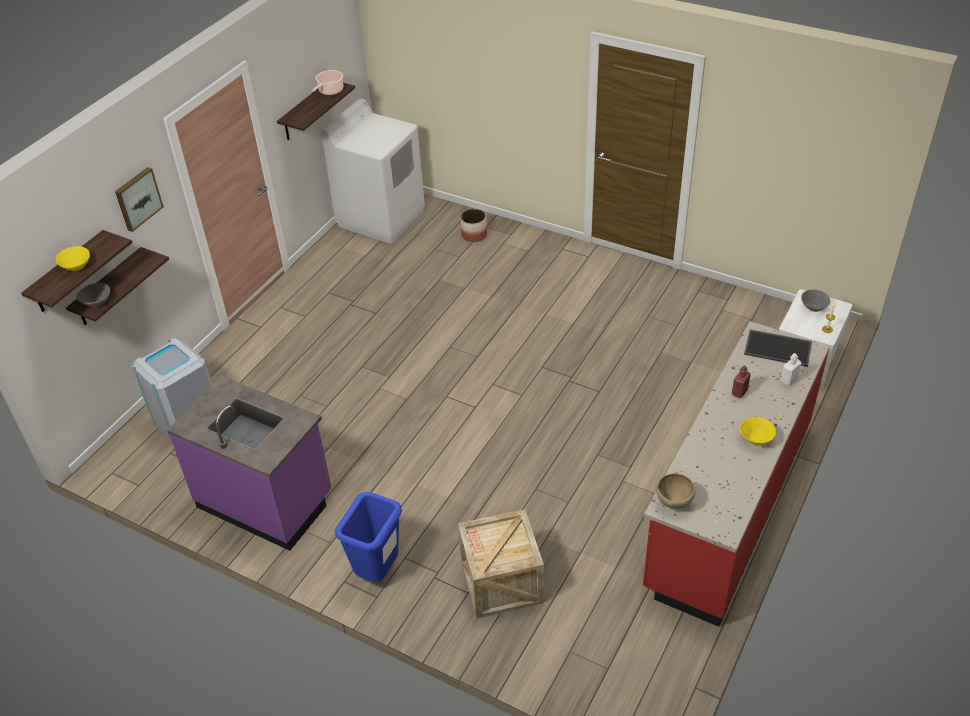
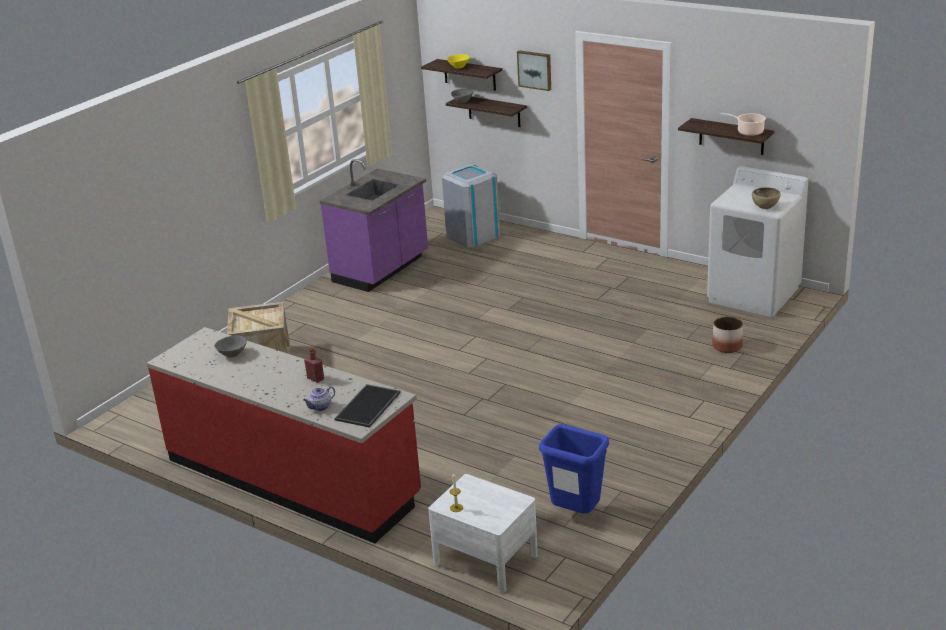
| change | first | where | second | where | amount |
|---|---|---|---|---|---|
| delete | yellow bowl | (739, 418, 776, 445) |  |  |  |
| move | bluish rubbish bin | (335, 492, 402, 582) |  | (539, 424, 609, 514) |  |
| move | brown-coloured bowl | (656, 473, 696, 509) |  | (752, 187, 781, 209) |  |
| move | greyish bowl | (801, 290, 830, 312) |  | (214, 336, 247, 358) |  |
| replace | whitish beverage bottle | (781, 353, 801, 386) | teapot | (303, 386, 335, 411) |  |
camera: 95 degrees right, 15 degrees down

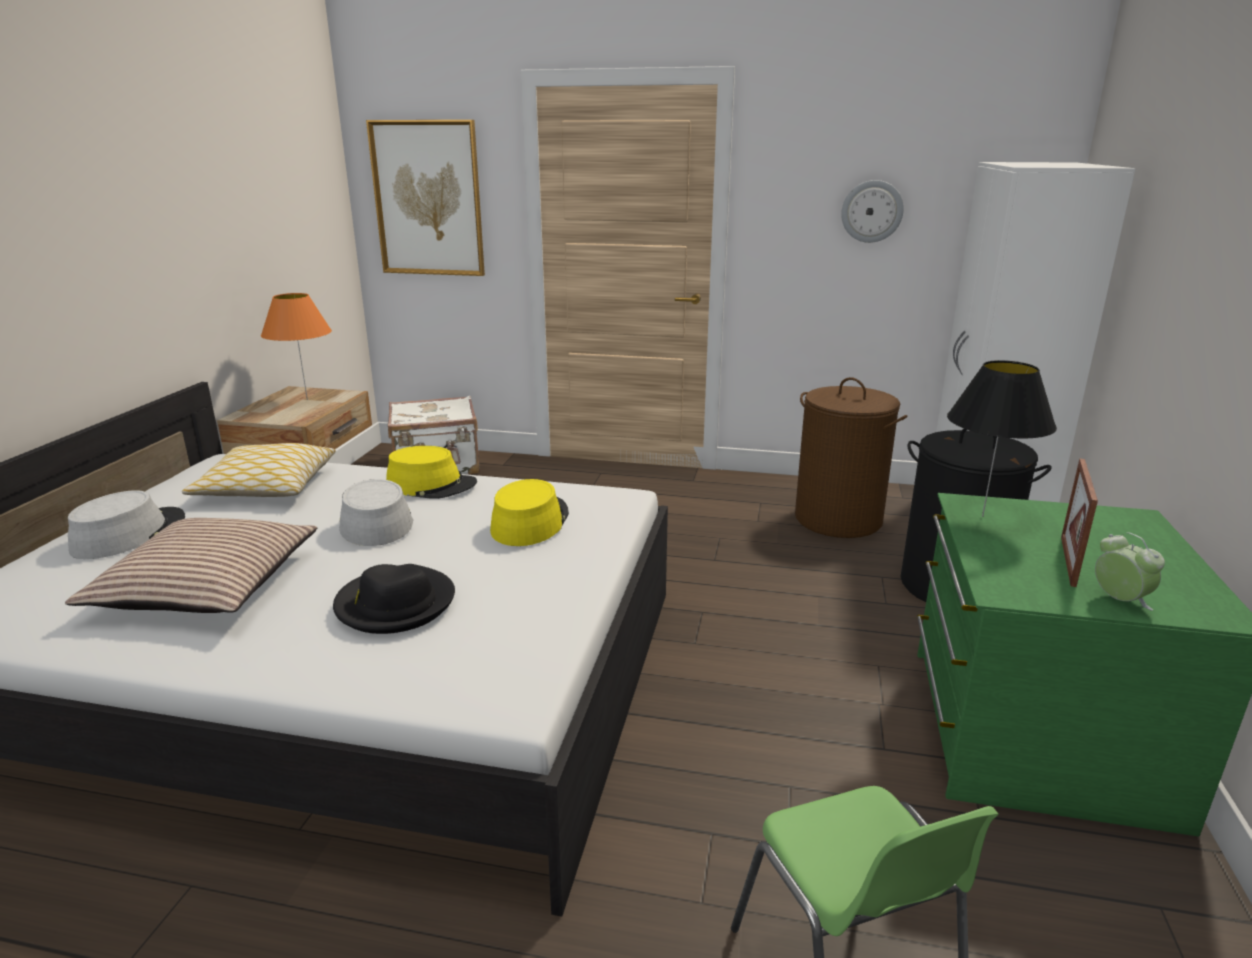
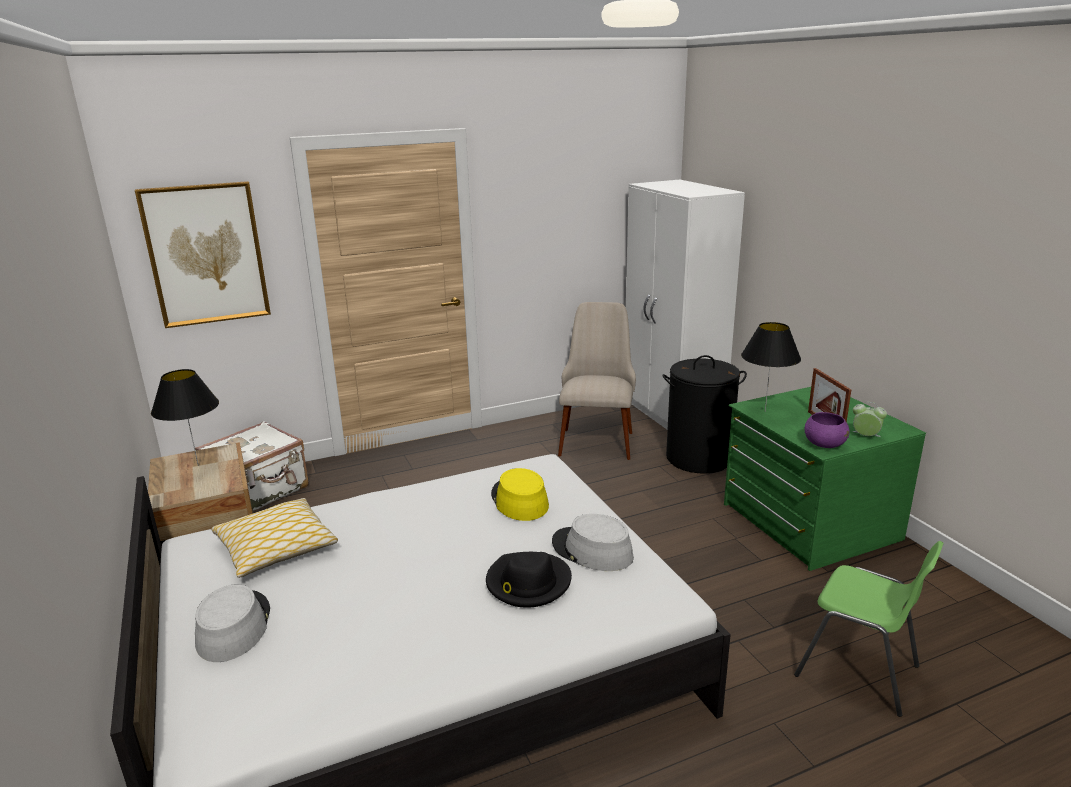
| change | first | where | second | where | amount |
|---|---|---|---|---|---|
| delete | cushion | (65, 518, 317, 613) |  |  |  |
| delete | yellow clothing hat | (386, 446, 477, 499) |  |  |  |
| delete | hanging clock | (841, 180, 904, 243) |  |  |  |
| insert |  |  | purplish bowl | (805, 412, 850, 448) |  |
| move | greyish clothing hat | (339, 479, 413, 546) |  | (552, 514, 634, 571) |  |
| replace | brown-coloured laundry basket | (795, 377, 907, 538) | beige-coloured plain chair | (558, 302, 636, 460) |  |
| recolor | orange-coloured tabletop lamp | (261, 293, 332, 400) | blackish tabletop lamp | (151, 369, 219, 466) |  |
camera: 35 degrees left, 0 degrees up

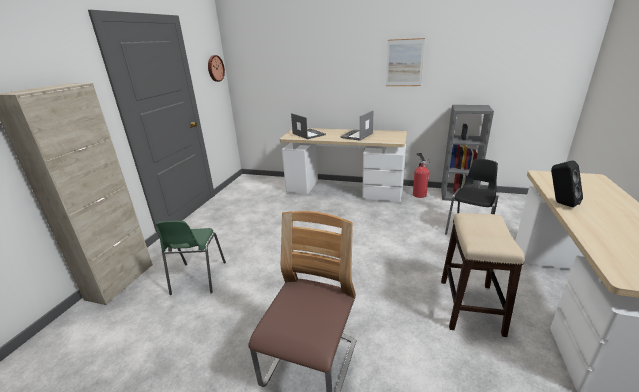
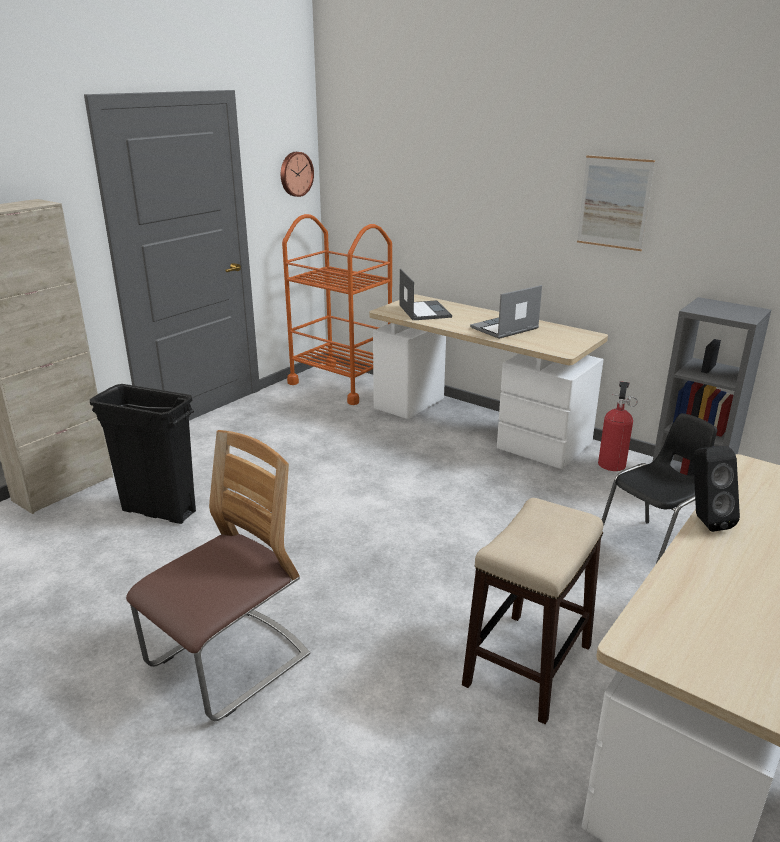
| change | first | where | second | where | amount |
|---|---|---|---|---|---|
| insert |  |  | orange-coloured wheeled cart | (282, 214, 392, 405) |  |
| replace | green plain chair | (156, 221, 226, 295) | blackish rubbish bin | (90, 384, 196, 524) |  |
camera: 20 degrees right, 0 degrees up

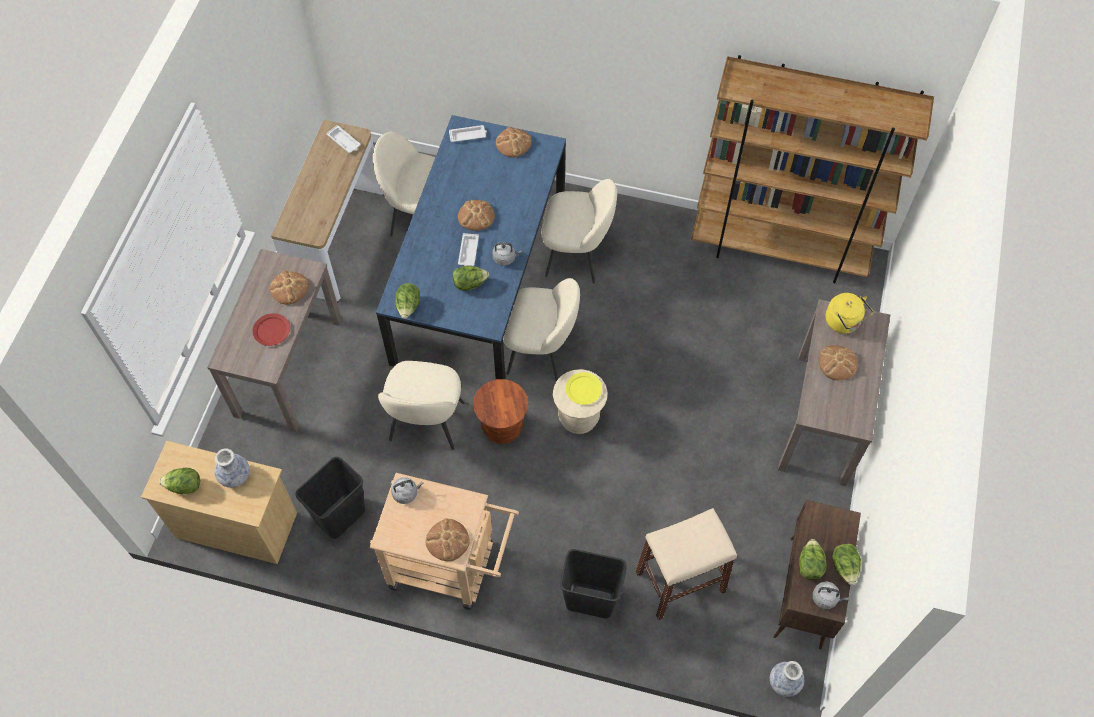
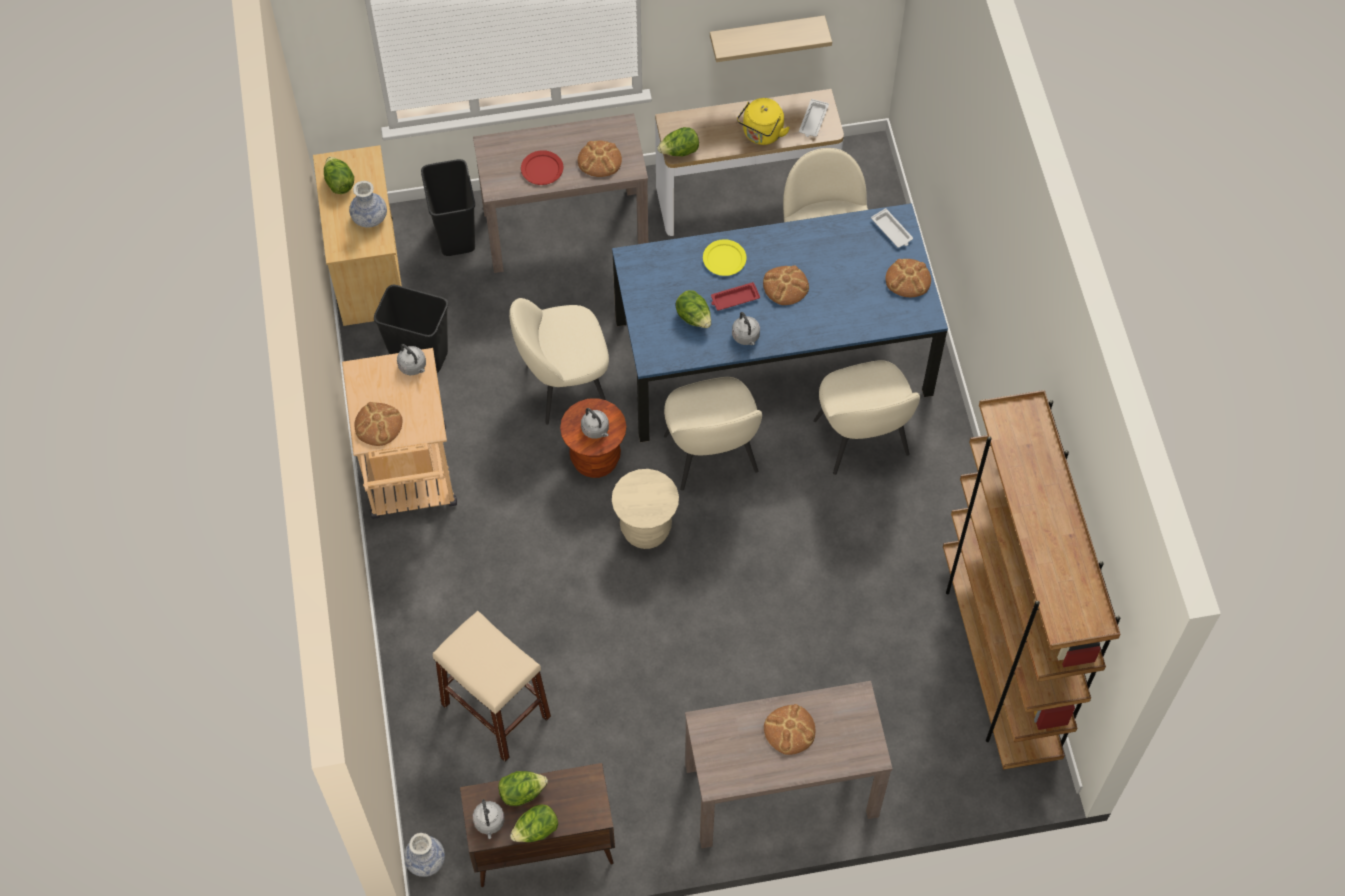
| change | first | where | second | where | amount |
|---|---|---|---|---|---|
| insert |  |  | greyish water kettle | (581, 408, 609, 439) |  |
| insert |  |  | shelf | (710, 15, 832, 62) |  |
| move | lettuce | (395, 283, 420, 319) |  | (657, 127, 699, 156) |  |
| move | blackish rubbish bin | (560, 549, 627, 618) |  | (421, 159, 475, 256) |  |
| move | yellow plate | (566, 372, 602, 405) |  | (703, 239, 747, 276) |  |
| move | yellow water kettle | (826, 293, 873, 334) |  | (737, 98, 790, 145) |  |
| recolor | whitish carrying tray | (458, 233, 479, 266) | red carrying tray | (711, 282, 760, 310) |  |
camera: 65 degrees right, 0 degrees up

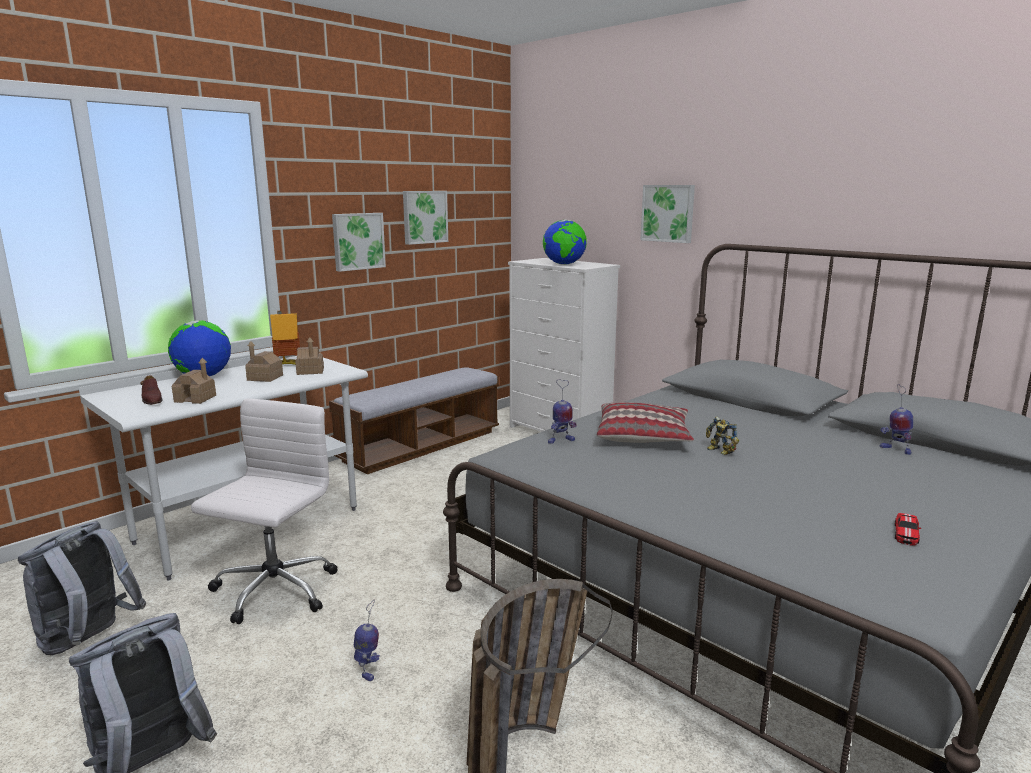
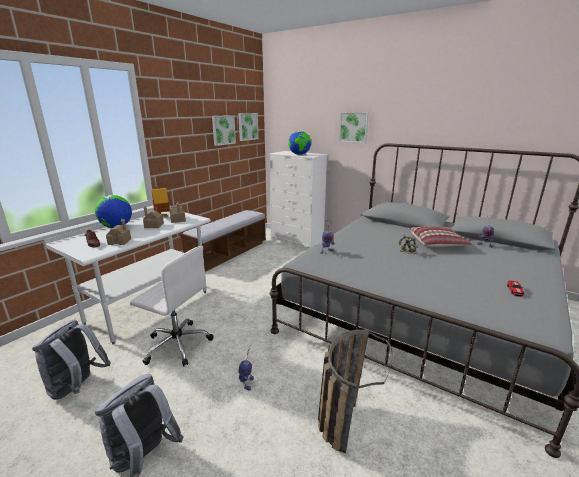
| change | first | where | second | where | amount |
|---|---|---|---|---|---|
| move | picture | (332, 213, 386, 272) |  | (238, 113, 259, 141) |  |
| move | cushion | (597, 402, 694, 443) |  | (409, 226, 472, 247) |  |
| rotate | whitish desk chair | (191, 399, 338, 624) |  | (130, 246, 213, 366) | 105 degrees clockwise |
camera: 10 degrees left, 5 degrees up

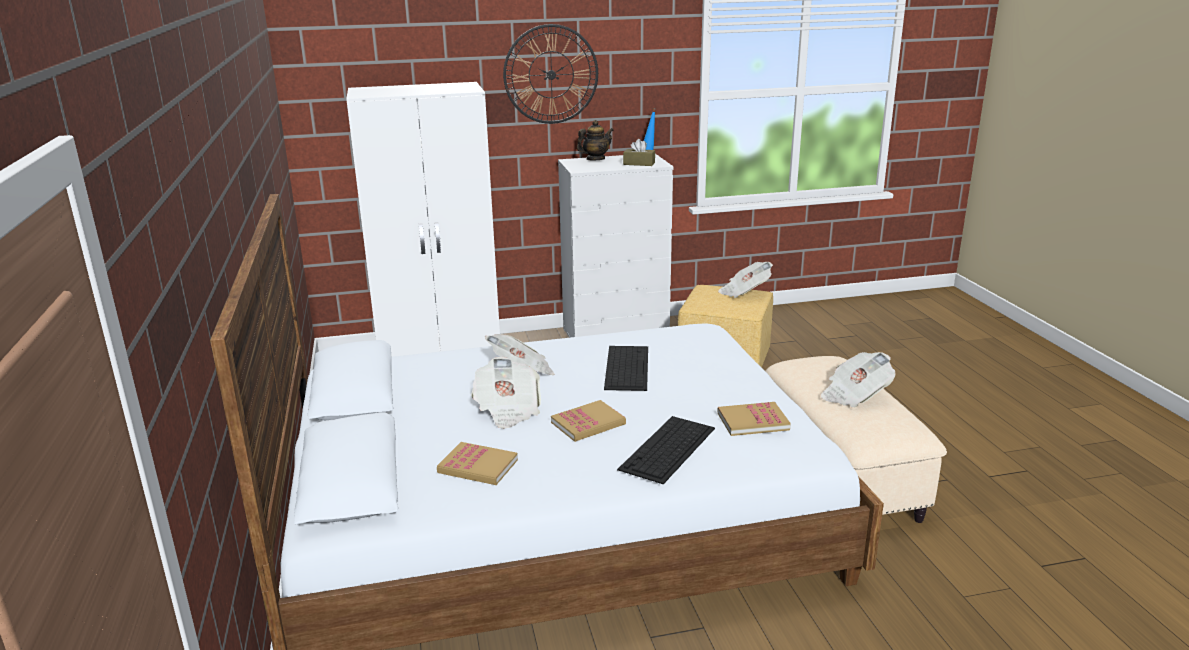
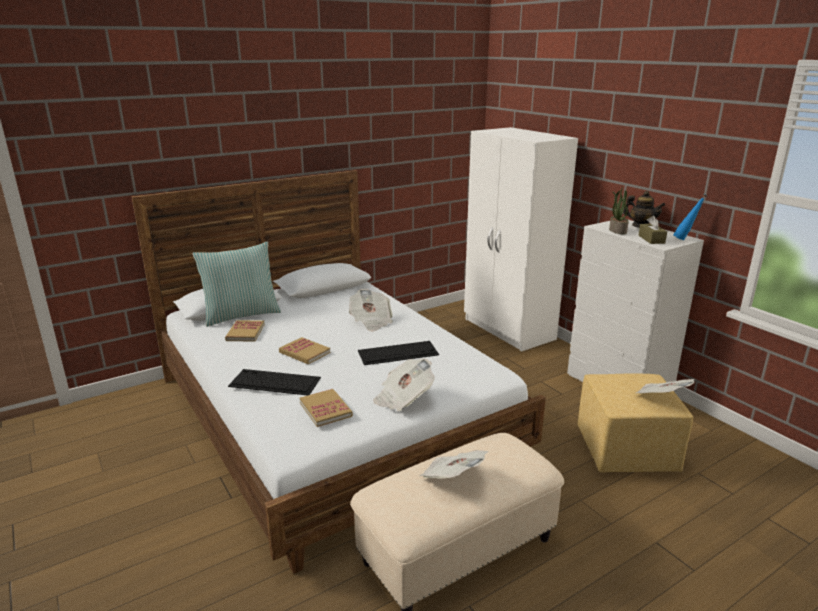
| change | first | where | second | where | amount |
|---|---|---|---|---|---|
| delete | hanging clock | (503, 24, 598, 124) |  |  |  |
| insert |  |  | cushion | (192, 242, 281, 327) |  |
| insert |  |  | potted plant | (609, 187, 629, 234) |  |
| move | daily paper | (471, 357, 541, 429) |  | (373, 359, 435, 411) |  |
camera: 70 degrees right, 0 degrees up

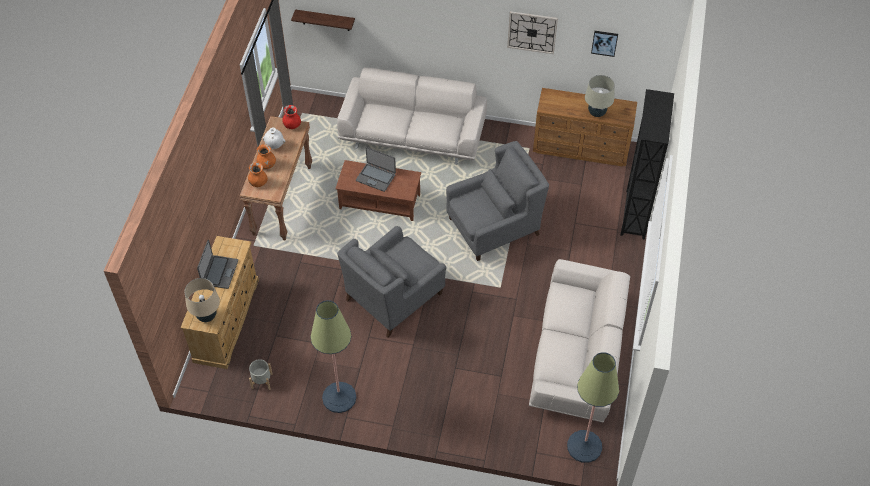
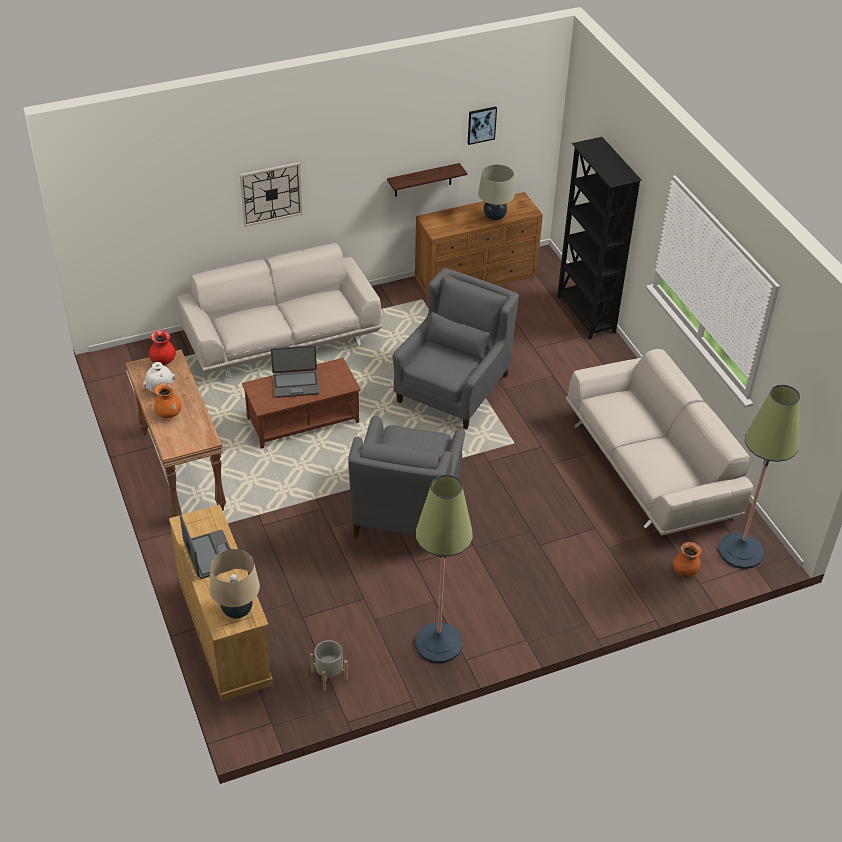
| change | first | where | second | where | amount |
|---|---|---|---|---|---|
| move | orange-coloured decorative vase | (248, 162, 268, 187) |  | (673, 542, 702, 578) |  |
| move | shelf | (291, 9, 355, 31) |  | (387, 163, 467, 197) |  |
| move | hanging clock | (507, 11, 558, 54) |  | (240, 162, 303, 227) |  |
camera: 35 degrees left, 10 degrees down

